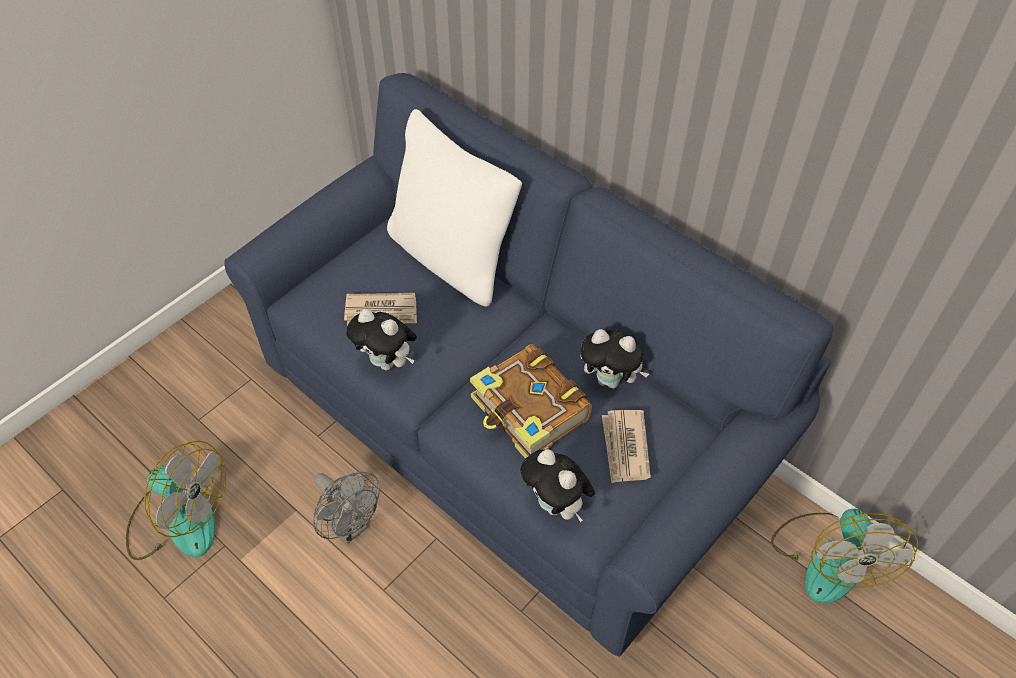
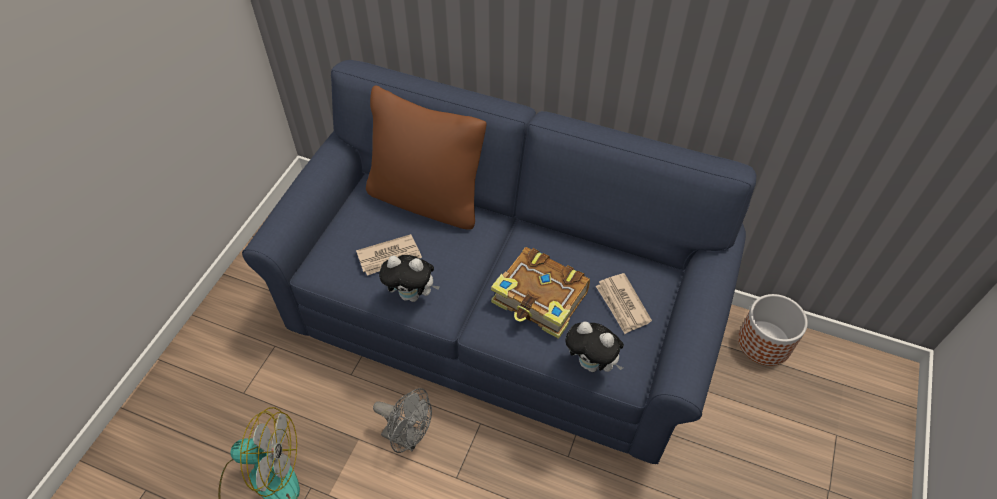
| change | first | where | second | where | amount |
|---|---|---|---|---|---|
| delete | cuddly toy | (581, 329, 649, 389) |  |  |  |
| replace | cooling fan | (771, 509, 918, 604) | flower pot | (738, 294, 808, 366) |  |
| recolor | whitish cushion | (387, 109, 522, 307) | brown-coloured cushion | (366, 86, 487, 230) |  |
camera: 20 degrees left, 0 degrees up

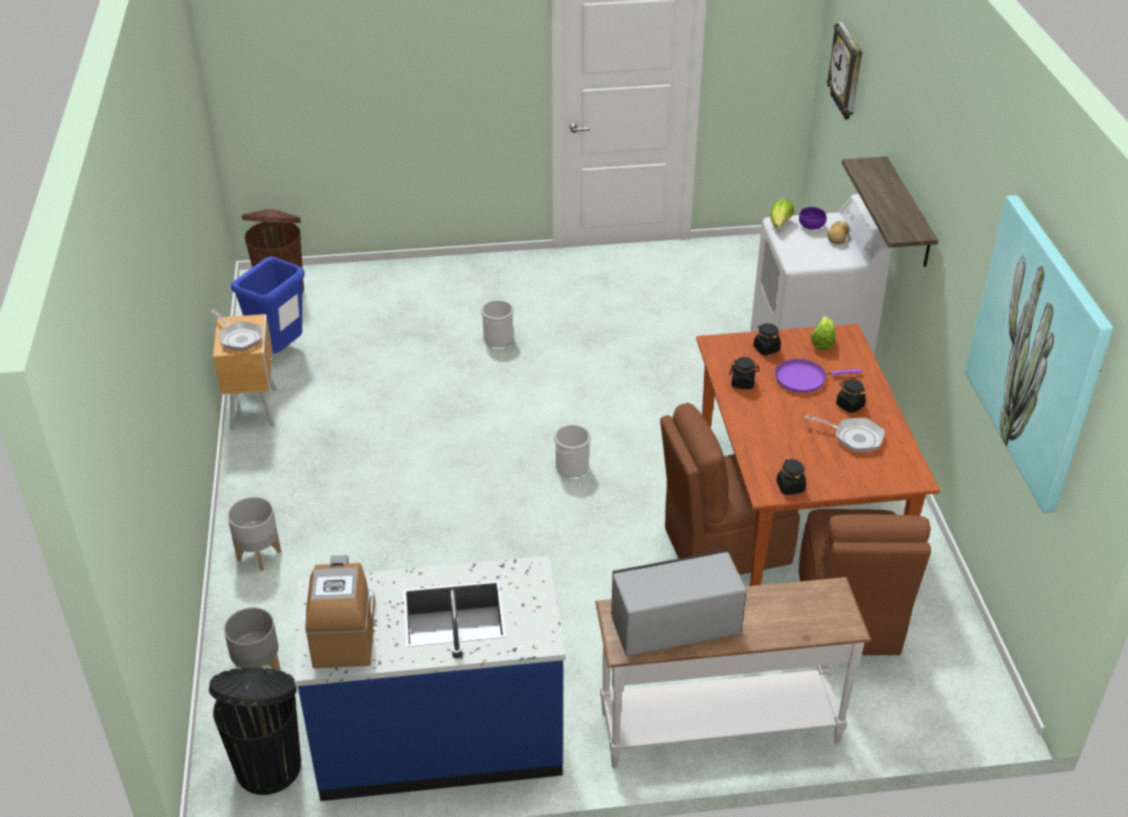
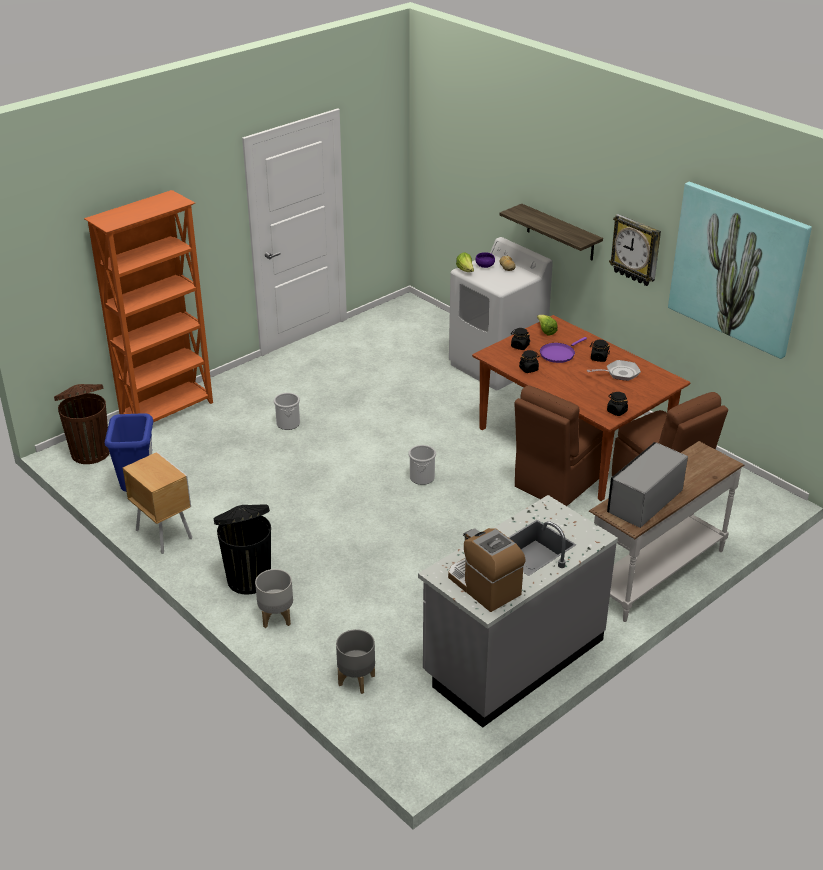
| change | first | where | second | where | amount |
|---|---|---|---|---|---|
| delete | frying pan | (210, 310, 262, 351) |  |  |  |
| insert |  |  | orange-coloured bookcase | (84, 190, 213, 422) |  |
| move | blackish rubbish bin | (209, 667, 301, 795) |  | (214, 504, 271, 594) |  |
| move | hanging clock | (827, 22, 862, 119) |  | (609, 214, 661, 286) |  |
| recolor | bluish counter | (294, 556, 565, 801) | greyish counter | (418, 495, 618, 728) |  |
camera: 35 degrees left, 5 degrees down

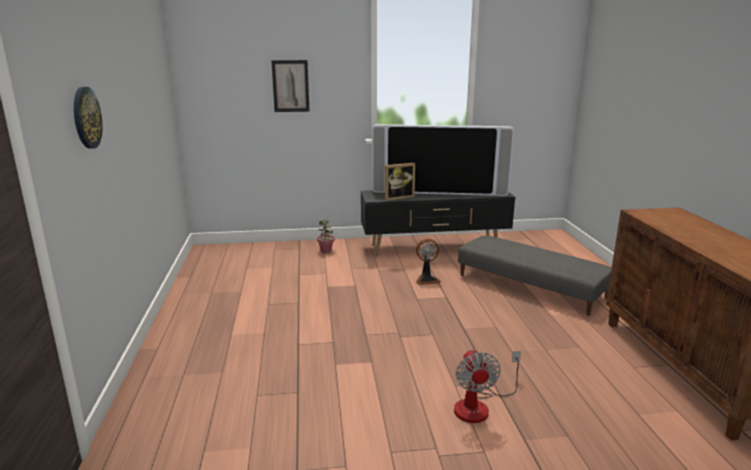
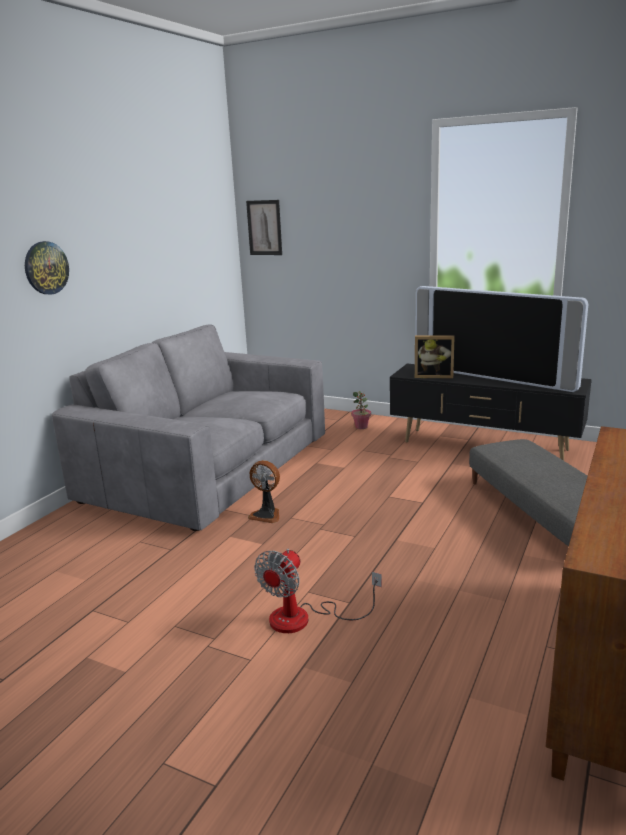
| change | first | where | second | where | amount |
|---|---|---|---|---|---|
| insert |  |  | greyish settee | (52, 324, 325, 531) |  |
| move | picture | (271, 60, 310, 112) |  | (246, 200, 282, 255) |  |
| move | cooling fan | (416, 238, 441, 285) |  | (248, 460, 280, 523) |  |
camera: 35 degrees right, 0 degrees up

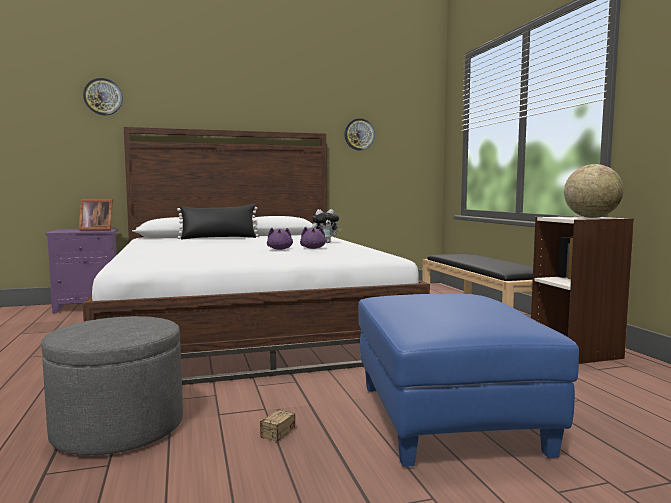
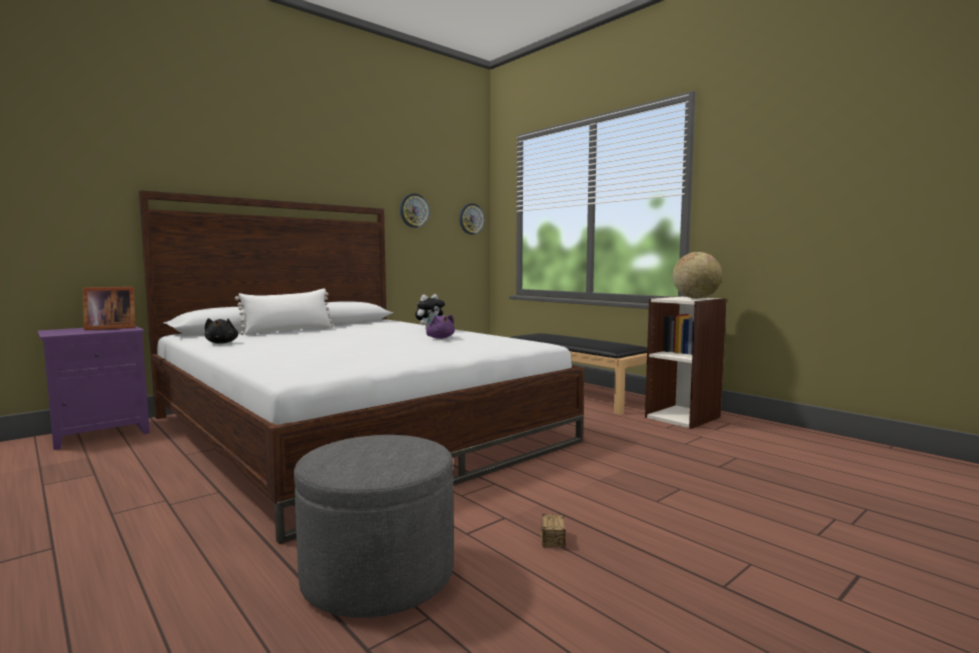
| change | first | where | second | where | amount |
|---|---|---|---|---|---|
| delete | purplish cuddly toy | (267, 228, 293, 250) |  |  |  |
| delete | bluish ottoman | (358, 294, 579, 467) |  |  |  |
| insert |  |  | blackish cuddly toy | (205, 318, 238, 344) |  |
| move | hanging clock | (83, 78, 123, 115) |  | (459, 203, 485, 235) |  |
| recolor | blackish cushion | (177, 204, 259, 239) | whitish cushion | (235, 289, 334, 335) |  |
camera: 25 degrees left, 0 degrees up

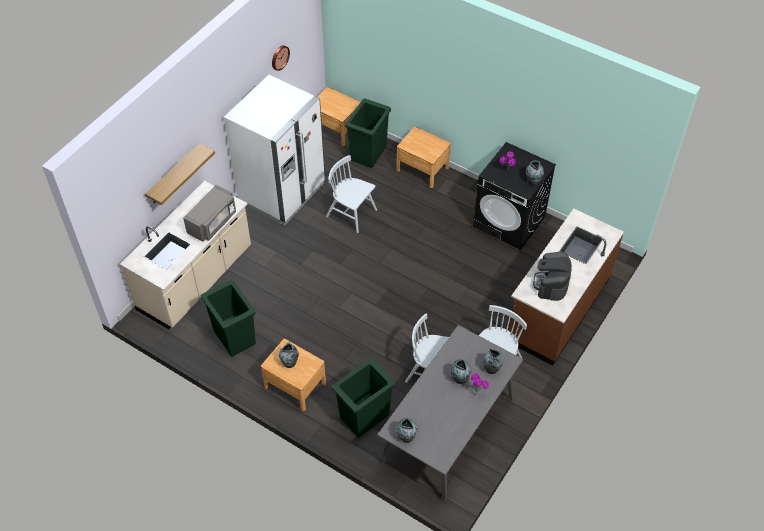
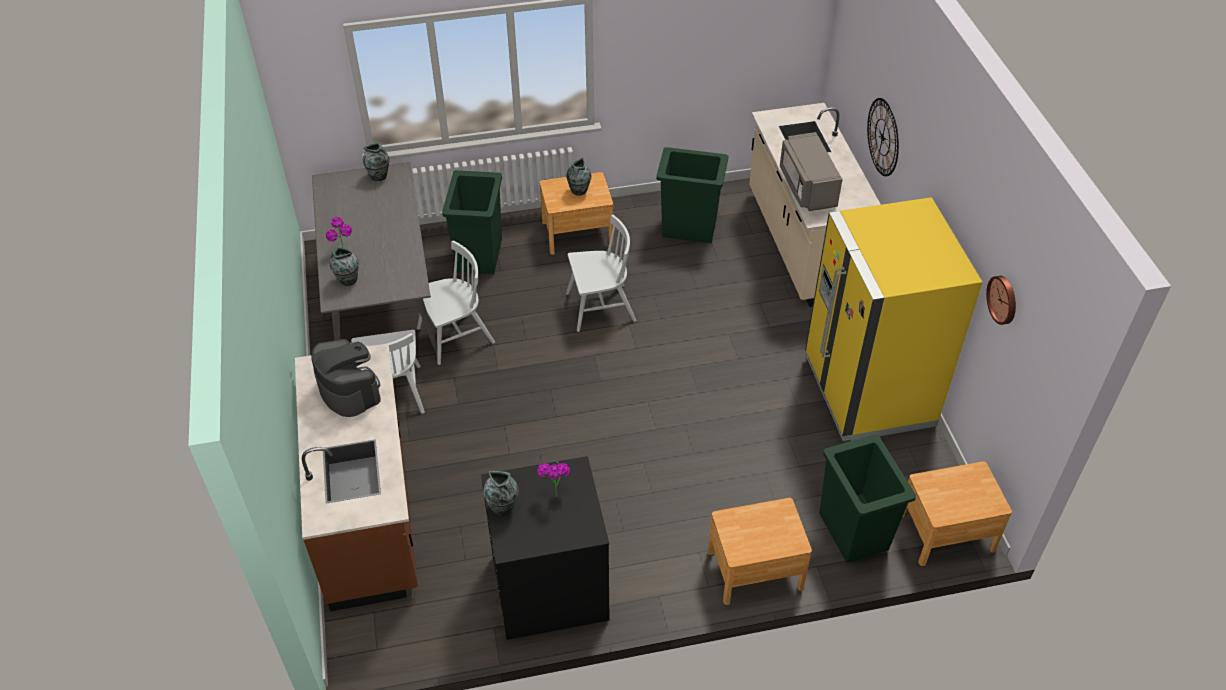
| change | first | where | second | where | amount |
|---|---|---|---|---|---|
| delete | decorative vase | (451, 359, 471, 384) |  |  |  |
| move | whitish plain chair | (326, 155, 377, 233) |  | (566, 215, 636, 332) |  |
| replace | shelf | (145, 143, 215, 205) | hanging clock | (867, 98, 899, 176) |  |
| recolor | whitish fridge | (224, 75, 325, 225) | yellow fridge | (805, 197, 983, 441) |  |
camera: 135 degrees right, 5 degrees down

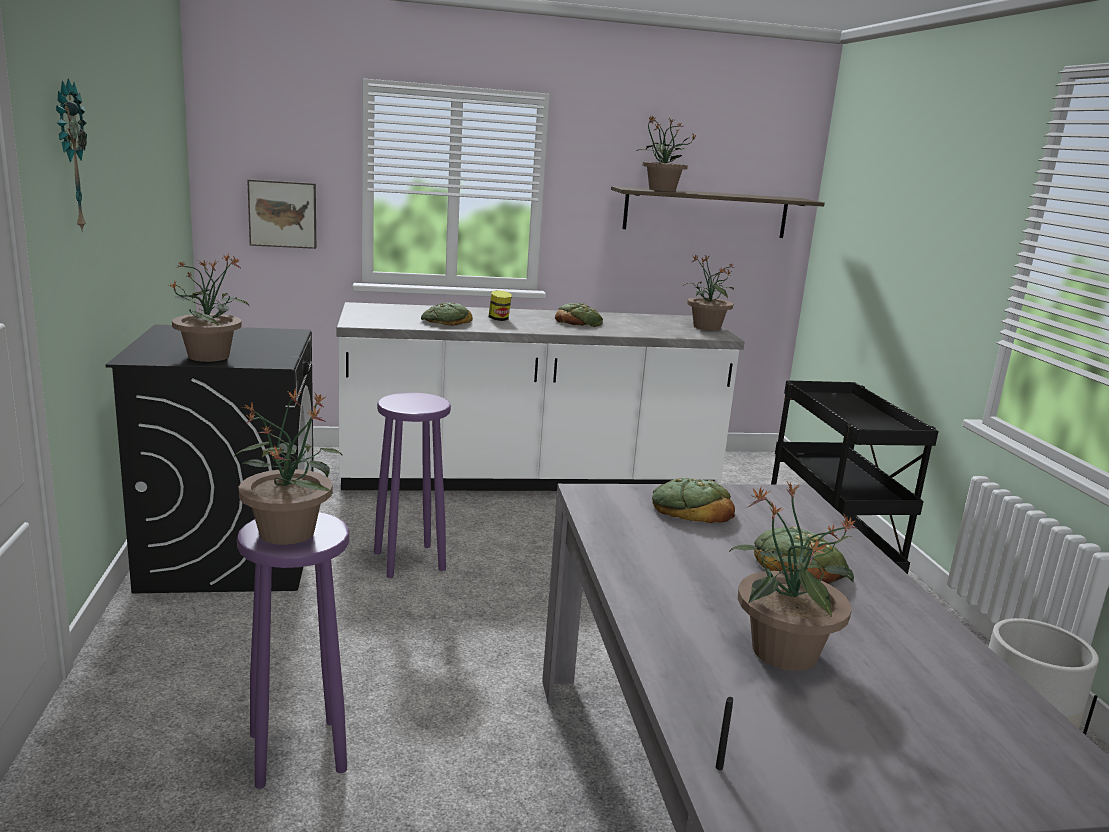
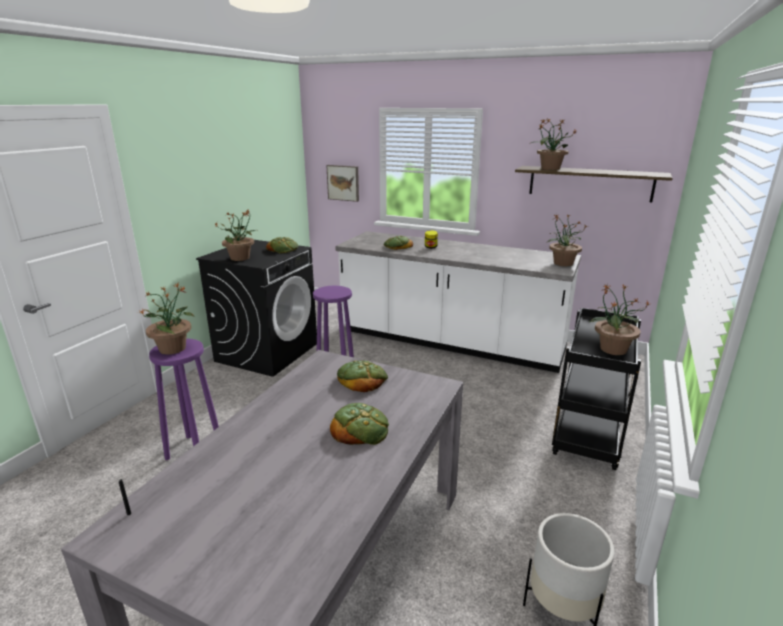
| change | first | where | second | where | amount |
|---|---|---|---|---|---|
| delete | hanging clock | (56, 78, 87, 232) |  |  |  |
| move | bread | (555, 303, 603, 327) |  | (266, 237, 298, 253) |  |
| move | potted plant | (728, 480, 856, 671) |  | (590, 284, 649, 355) |  |
camera: 35 degrees right, 5 degrees up

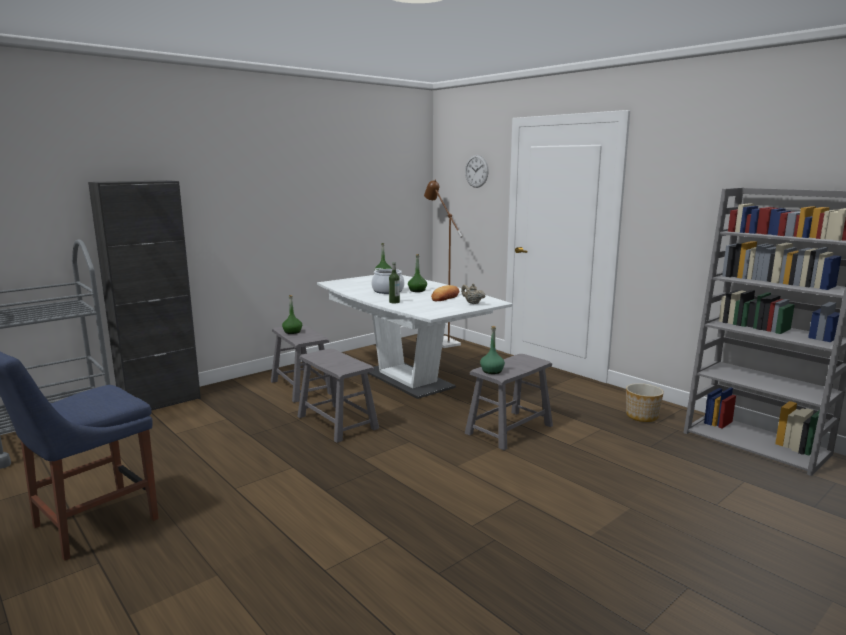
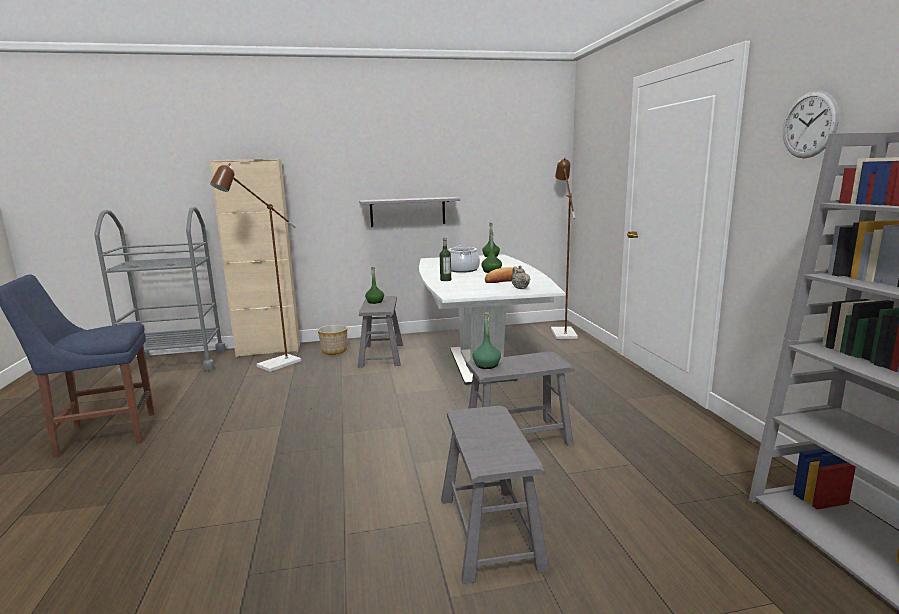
| change | first | where | second | where | amount |
|---|---|---|---|---|---|
| insert |  |  | brown-coloured standard lamp | (210, 163, 302, 372) |  |
| insert |  |  | greyish shelf | (359, 197, 460, 227) |  |
| move | greyish stool seat | (297, 349, 379, 443) |  | (441, 406, 550, 584) |  |
| move | hanging clock | (465, 155, 489, 188) |  | (783, 91, 839, 158) |  |
| move | flower pot | (626, 383, 664, 422) |  | (318, 325, 347, 355) |  |
| recolor | blackish storage cabinet | (88, 180, 201, 411) | beige-coloured storage cabinet | (209, 159, 300, 357) |  |
camera: 30 degrees right, 0 degrees up

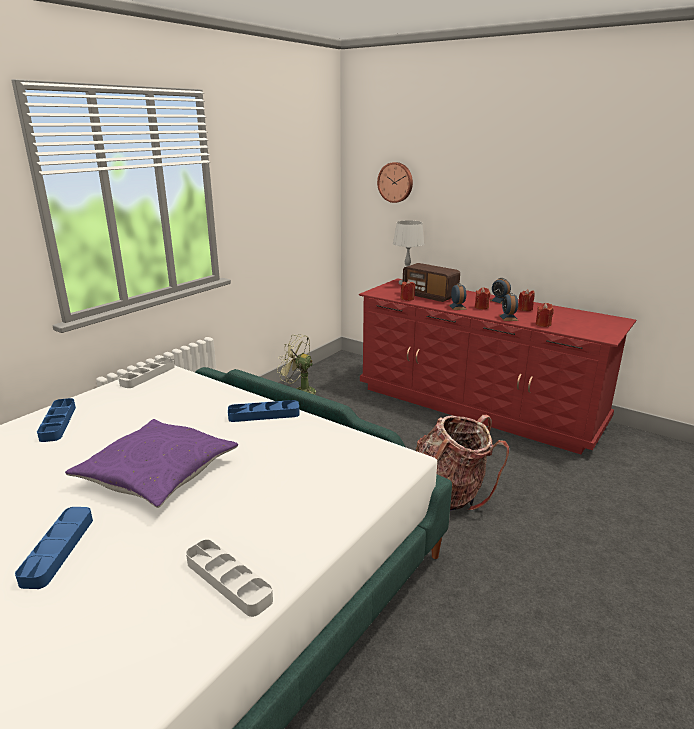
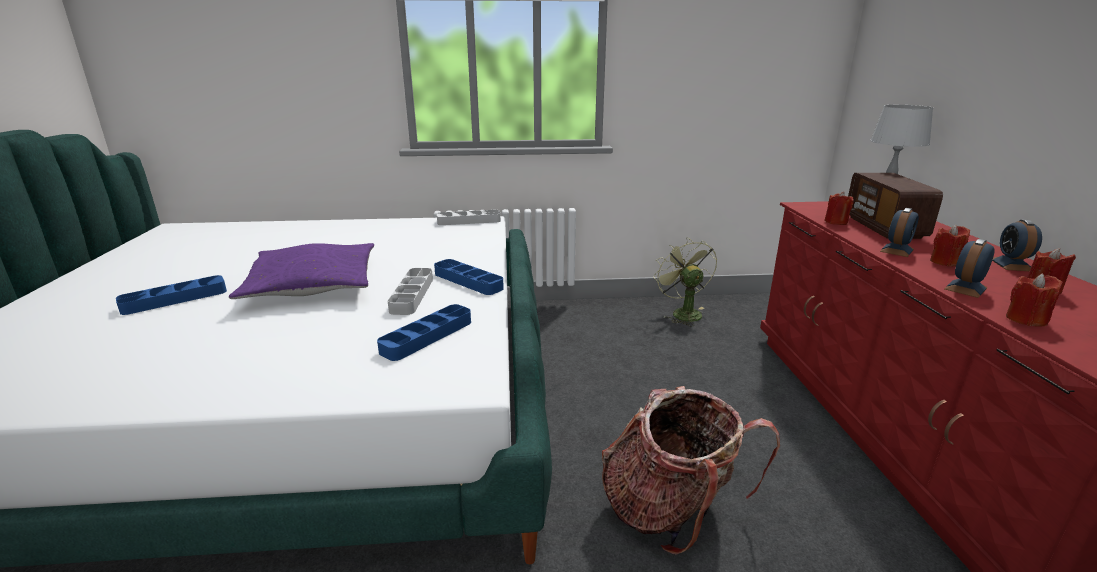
| change | first | where | second | where | amount |
|---|---|---|---|---|---|
| delete | hanging clock | (377, 162, 413, 203) |  |  |  |
| move | bluish carrying tray | (37, 398, 76, 442) |  | (377, 304, 471, 361) |  |
| move | greyish carrying tray | (186, 539, 273, 617) |  | (388, 268, 433, 315) |  |
camera: 50 degrees right, 0 degrees up

